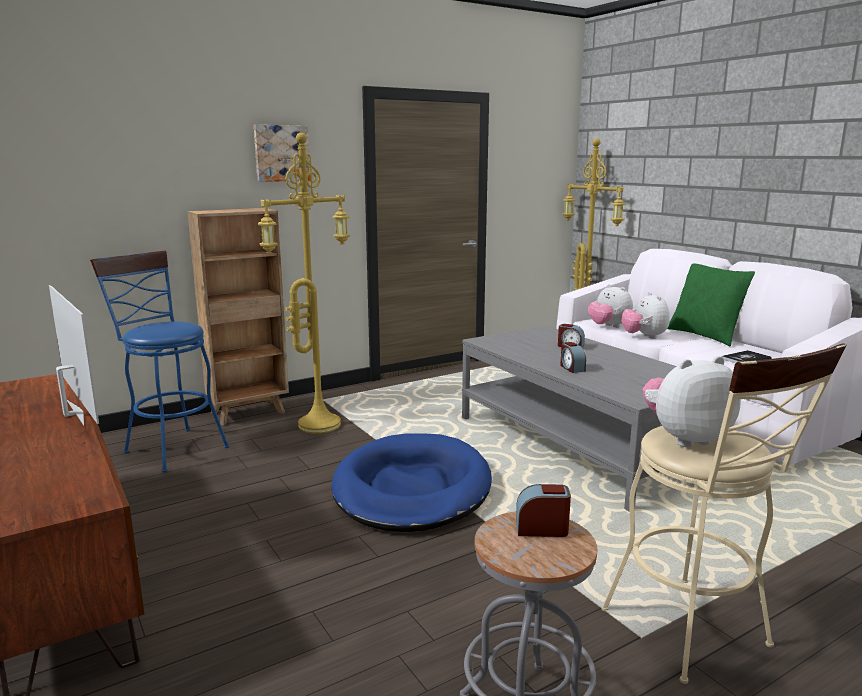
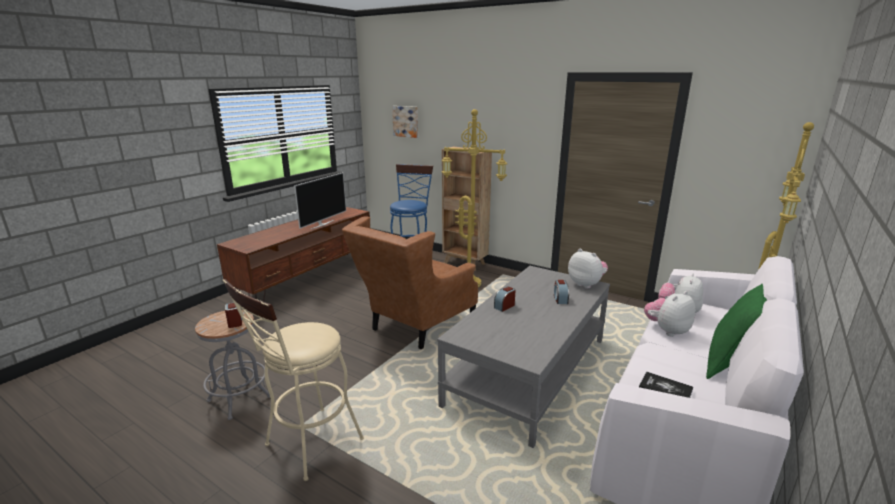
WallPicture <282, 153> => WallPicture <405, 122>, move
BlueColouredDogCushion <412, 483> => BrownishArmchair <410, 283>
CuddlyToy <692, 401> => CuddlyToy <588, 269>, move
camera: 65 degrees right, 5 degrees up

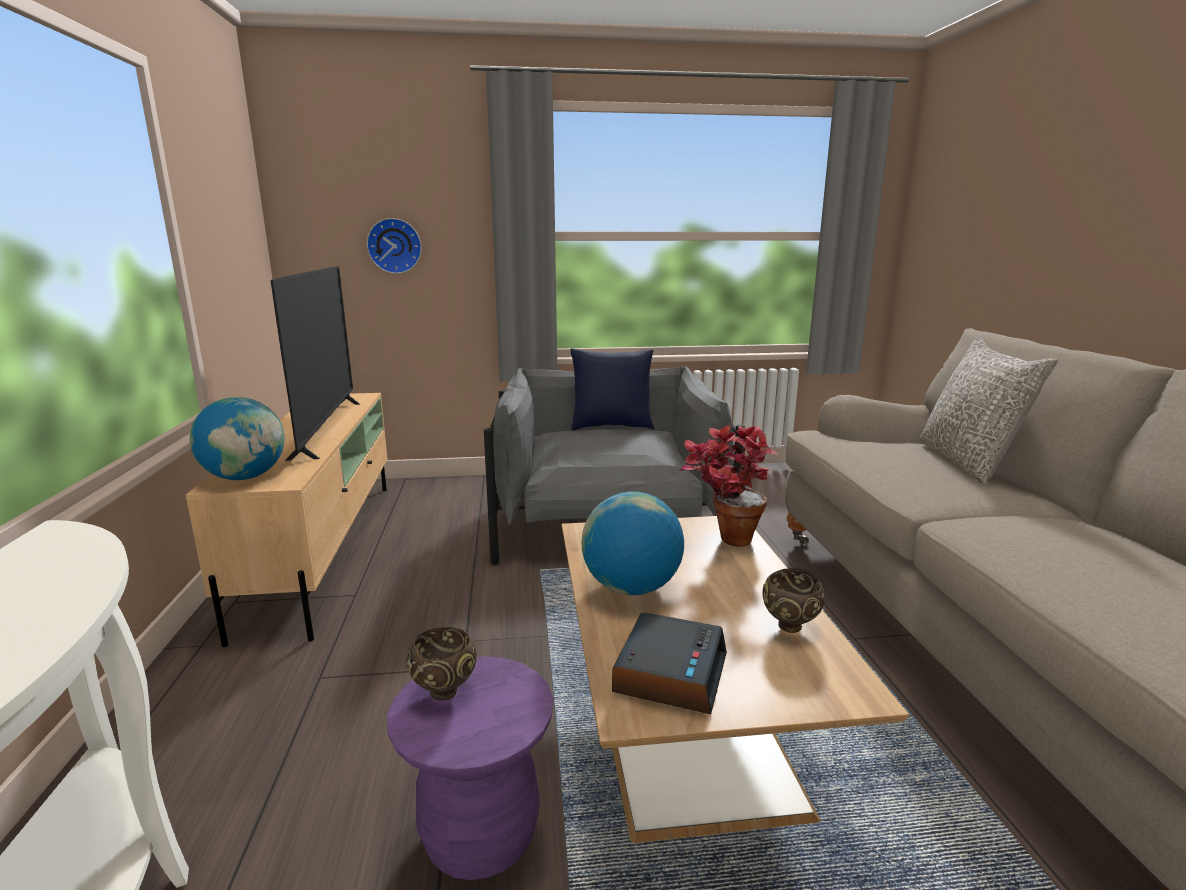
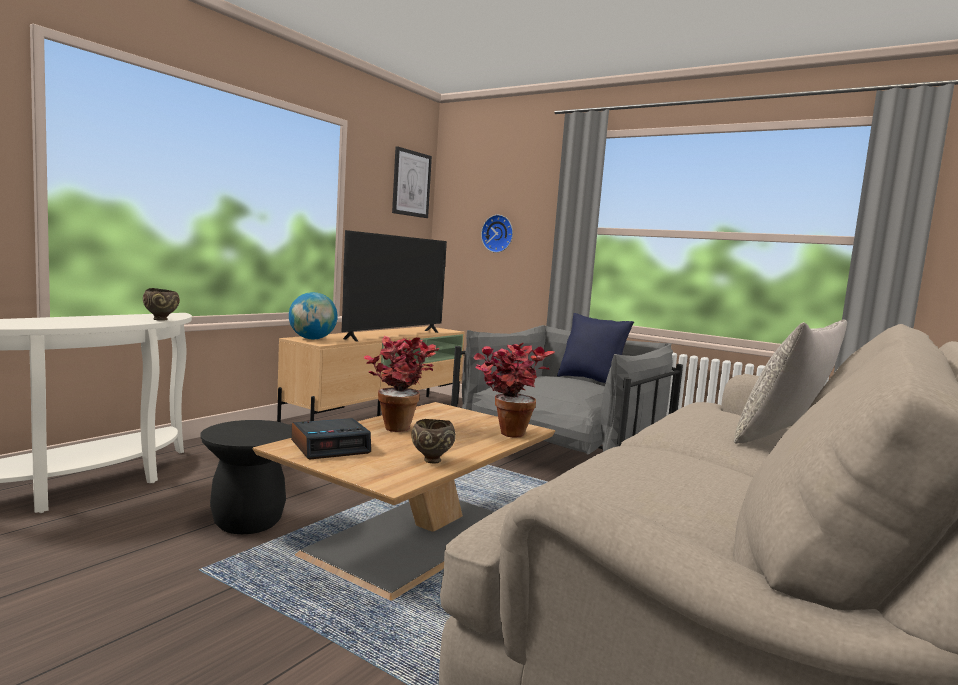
PurpleSittingStool <470, 768> => BlackishSittingStool <246, 477>
BrownishDeepDish <442, 664> => BrownishDeepDish <161, 304>, move
DeskGlobe <633, 543> => Houseplant <402, 384>
nothing => WallPicture <412, 182>
camera: 40 degrees right, 10 degrees down

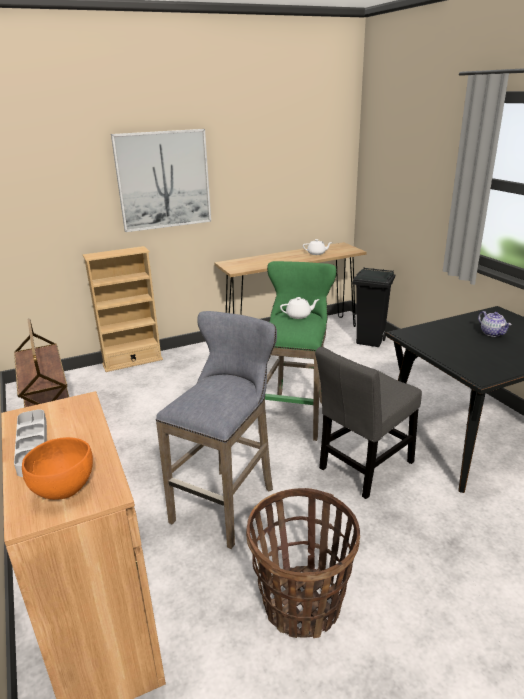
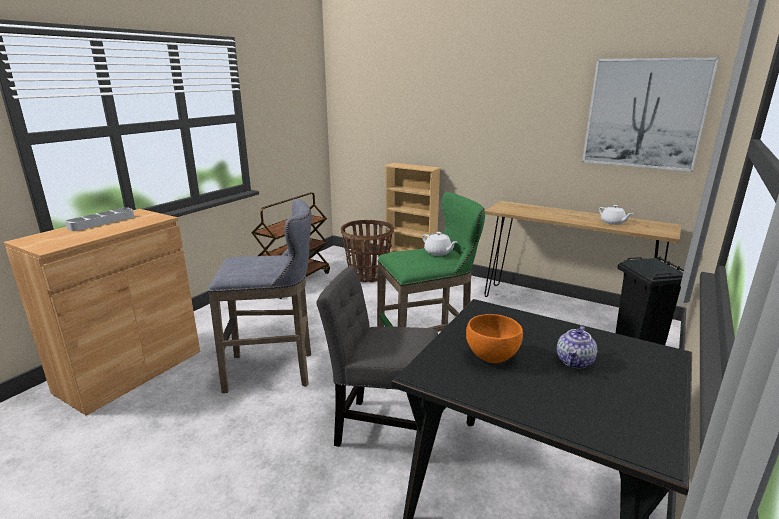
OrangeDeepDish <57, 468> => OrangeDeepDish <494, 338>, move
WallPicture <161, 180> => WallPicture <650, 114>, move
Basket <303, 563> => Basket <367, 251>, move
camera: 55 degrees right, 5 degrees down

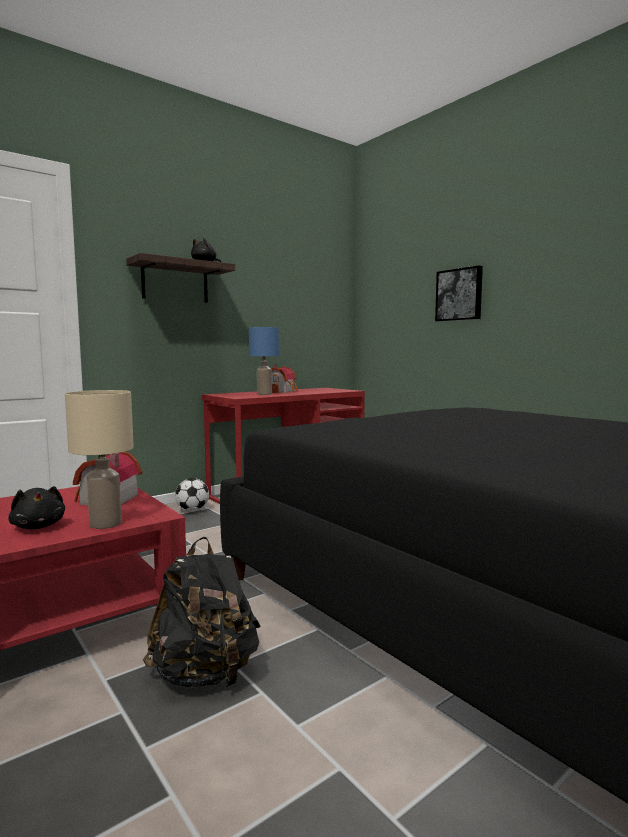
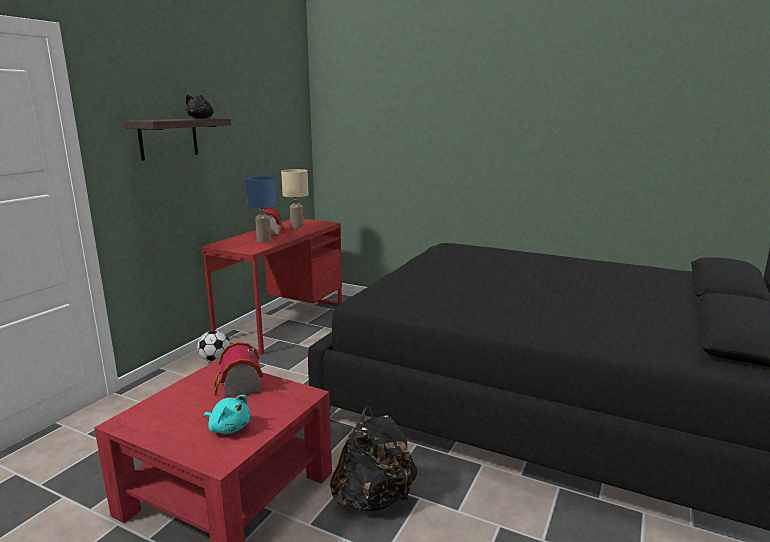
BlackishCuddlyToy <36, 507> => TurquoiseColouredCuddlyToy <227, 414>
BeigeColouredTabletopLamp <99, 459> => BeigeColouredTabletopLamp <295, 199>, move
WallPicture <459, 294> => nothing
camera: 25 degrees left, 10 degrees up

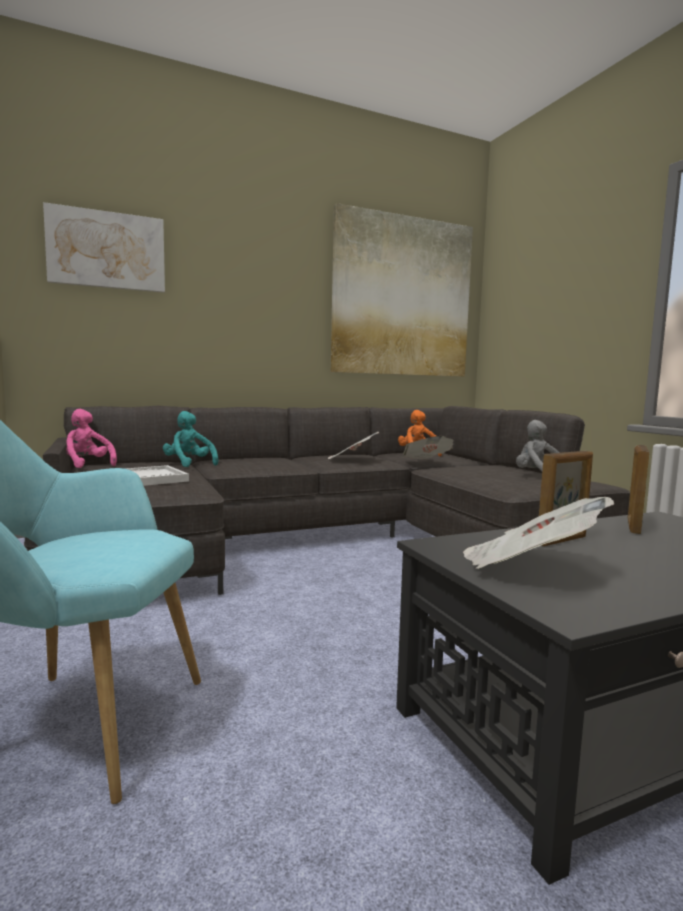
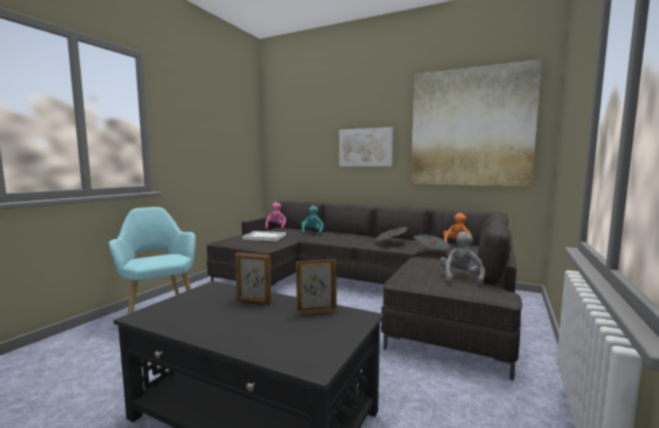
WallPicture <104, 247> => WallPicture <366, 146>, move
DailyPaper <538, 533> => nothing
camera: 50 degrees right, 0 degrees up

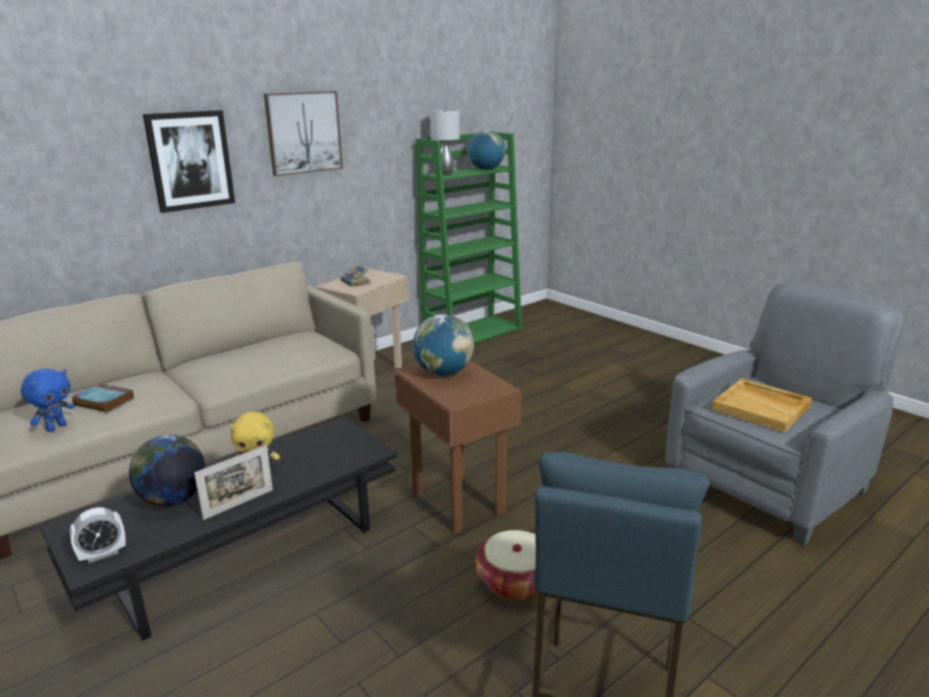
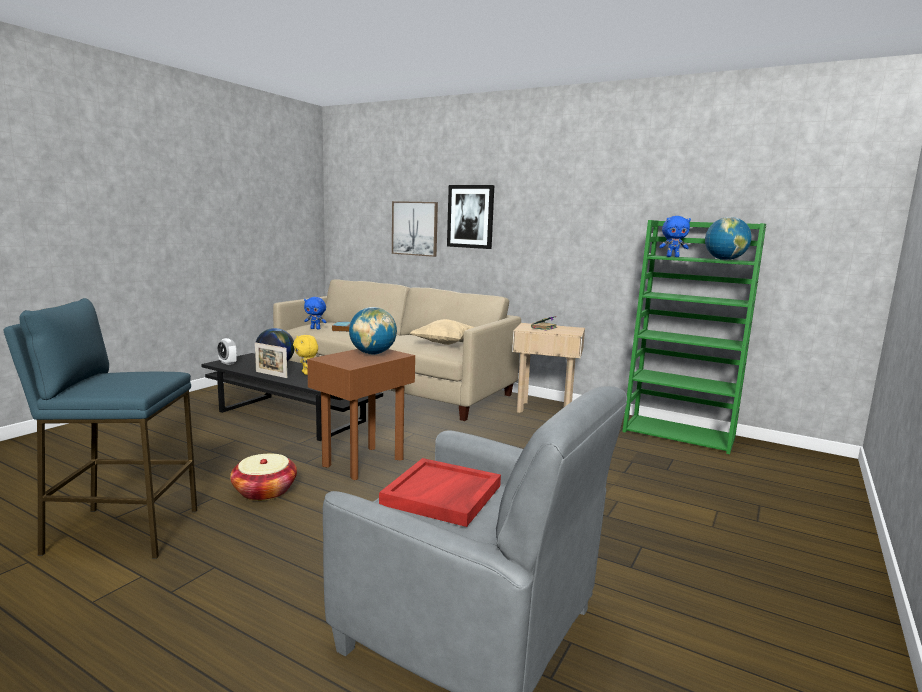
WallPicture <303, 133> => WallPicture <415, 229>, move
GrayTabletopLamp <445, 142> => BlueColouredCuddlyToy <675, 236>
BeigeColouredServingTray <762, 405> => RedColouredServingTray <440, 492>
nothing => BeigeColouredPillow <442, 332>
camera: 70 degrees right, 10 degrees down

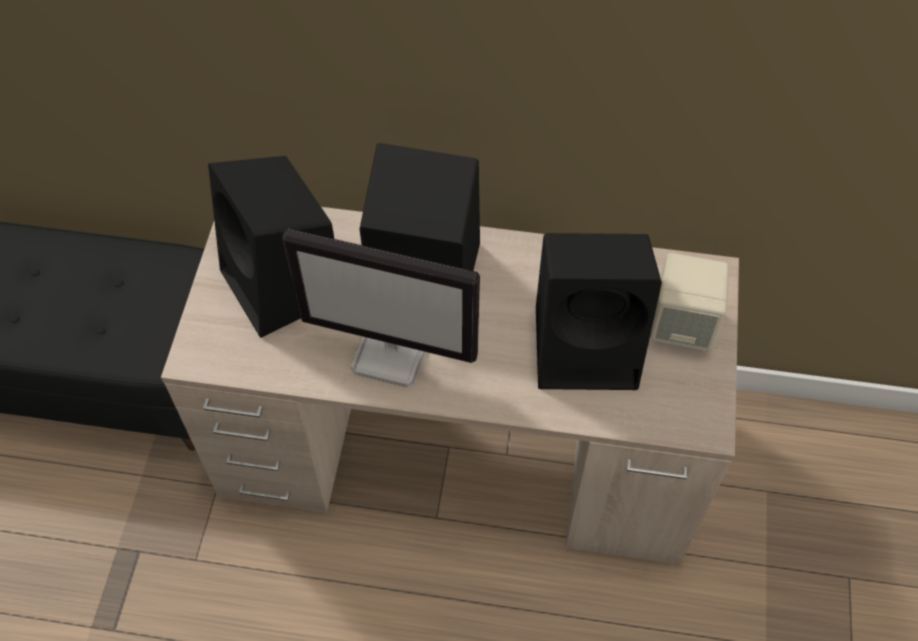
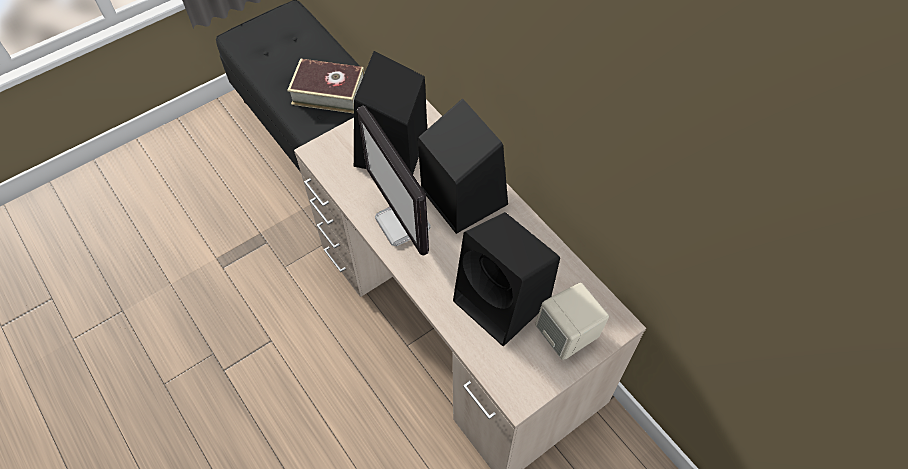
nothing => Volume <326, 86>
camera: 45 degrees right, 0 degrees up

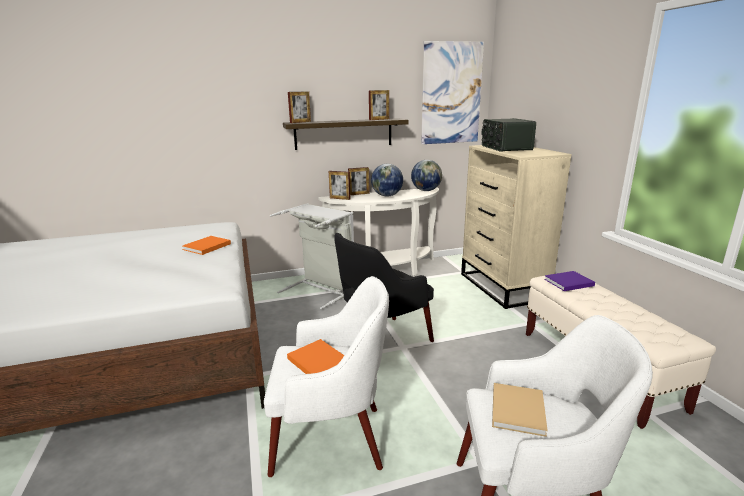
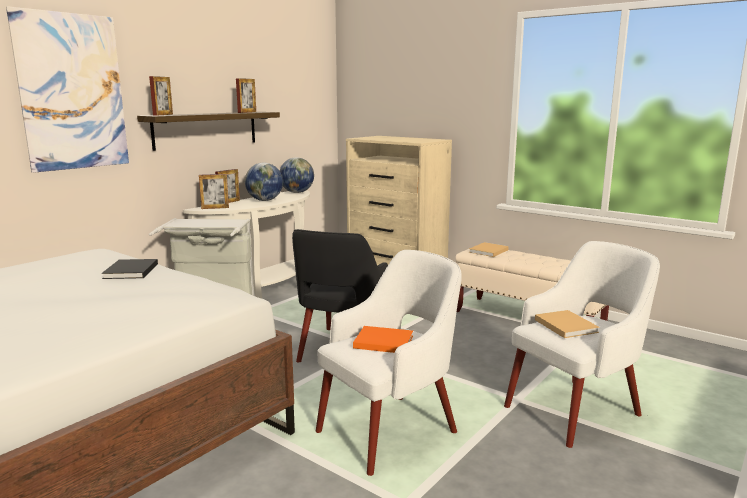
OrangeVolume <207, 245> => BlackishVolume <129, 269>
WallPicture <452, 92> => WallPicture <67, 89>, move
RadioSet <508, 134> => nothing
PurpleVolume <569, 281> => BeigeColouredVolume <489, 249>
camera: 35 degrees left, 5 degrees down

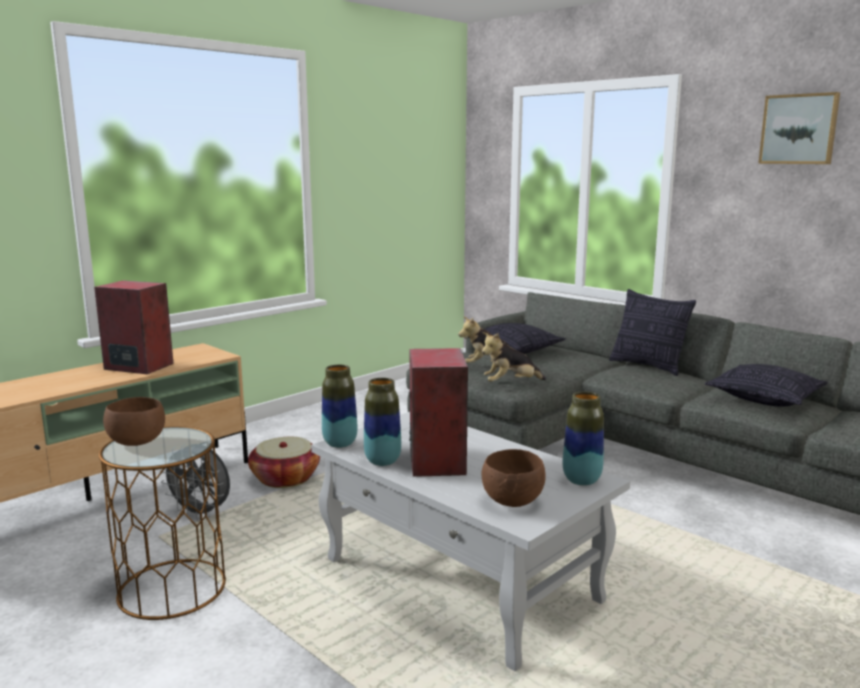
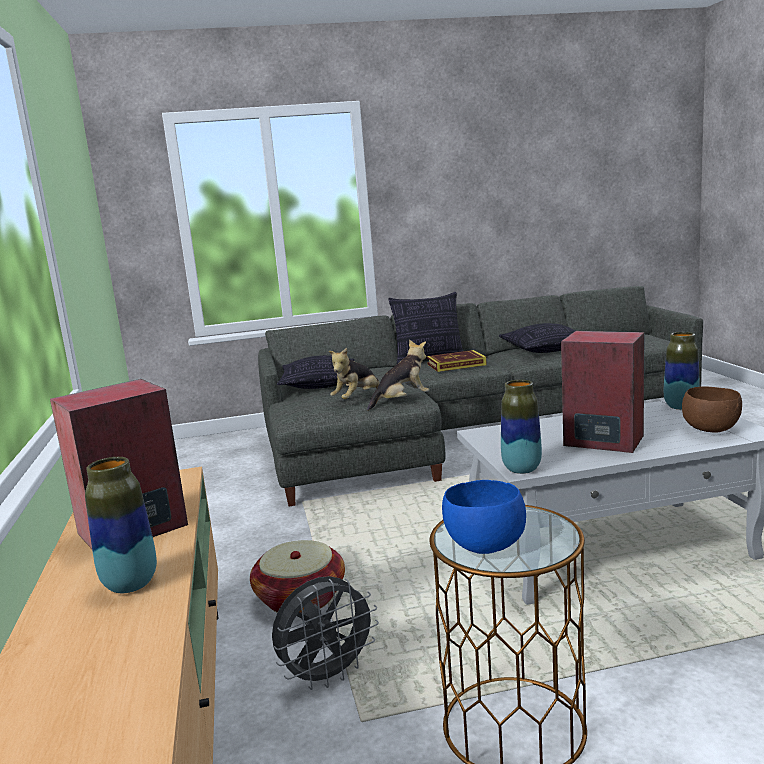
BrownishDeepDish <134, 421> => BlueColouredDeepDish <484, 517>
Vase <382, 422> => Vase <121, 525>, move
CuddlyToy <514, 357> => CuddlyToy <398, 375>, 135 degrees counterclockwise
WallPicture <799, 128> => nothing
nothing => Volume <457, 361>
camera: 55 degrees left, 0 degrees up

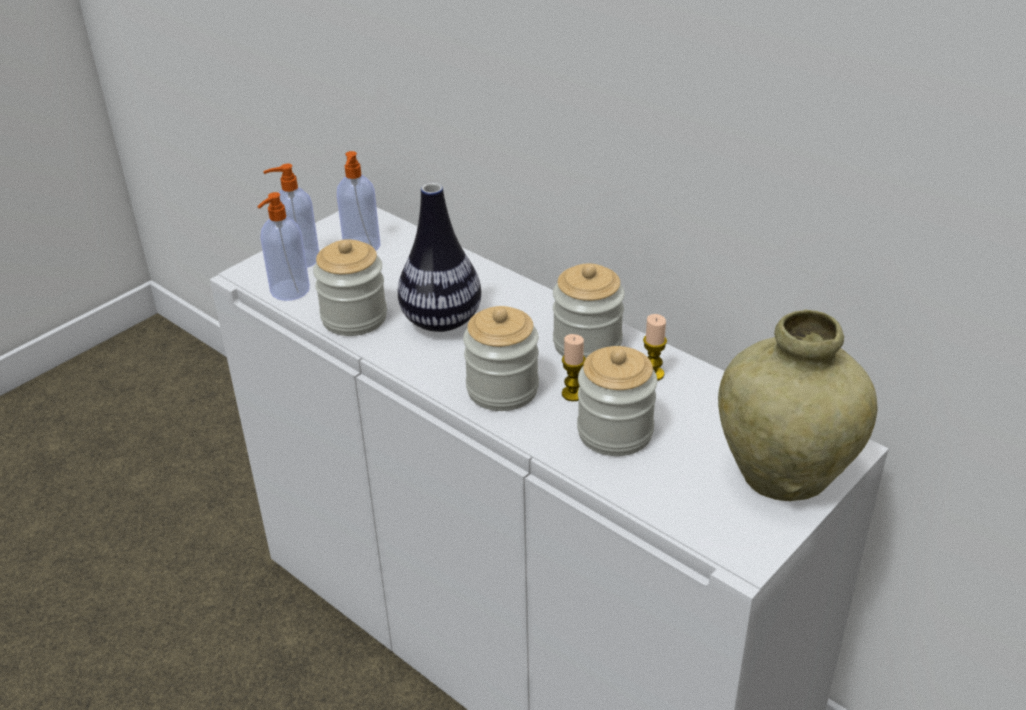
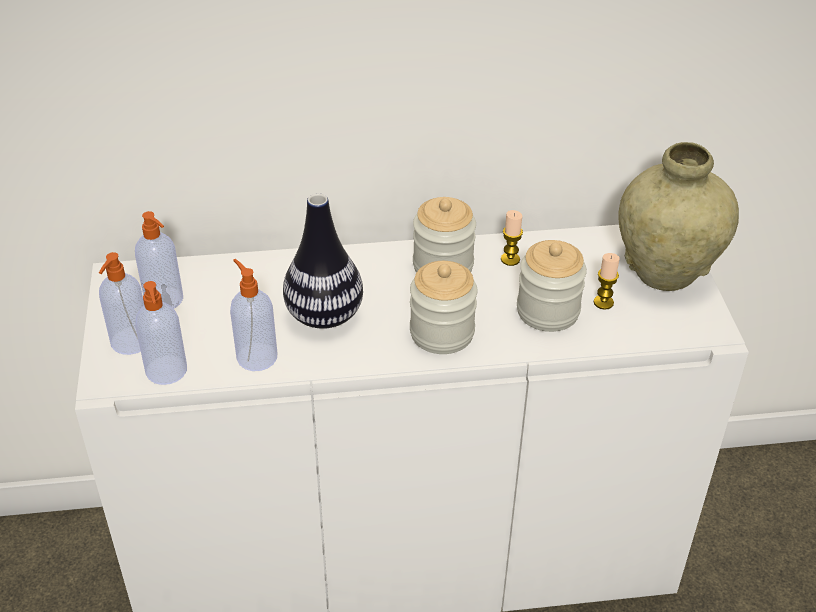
StorageJar <350, 287> => SoapDispenser <253, 315>
Candle <574, 367> => Candle <607, 281>, move
camera: 50 degrees left, 5 degrees up

